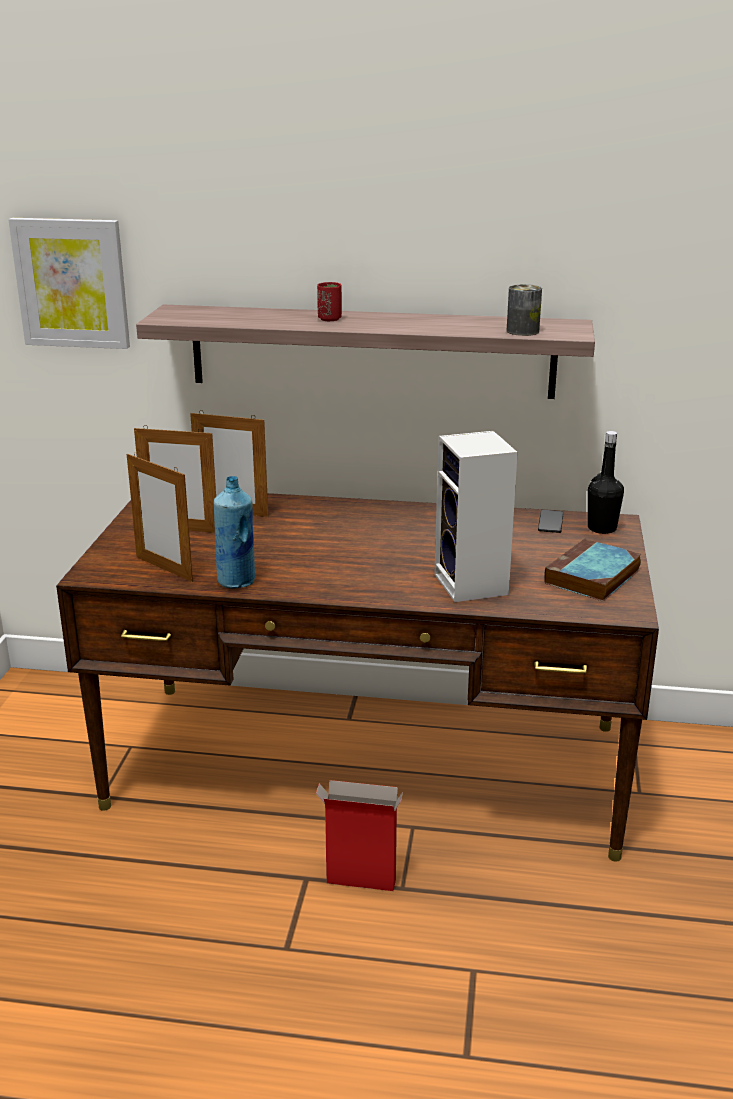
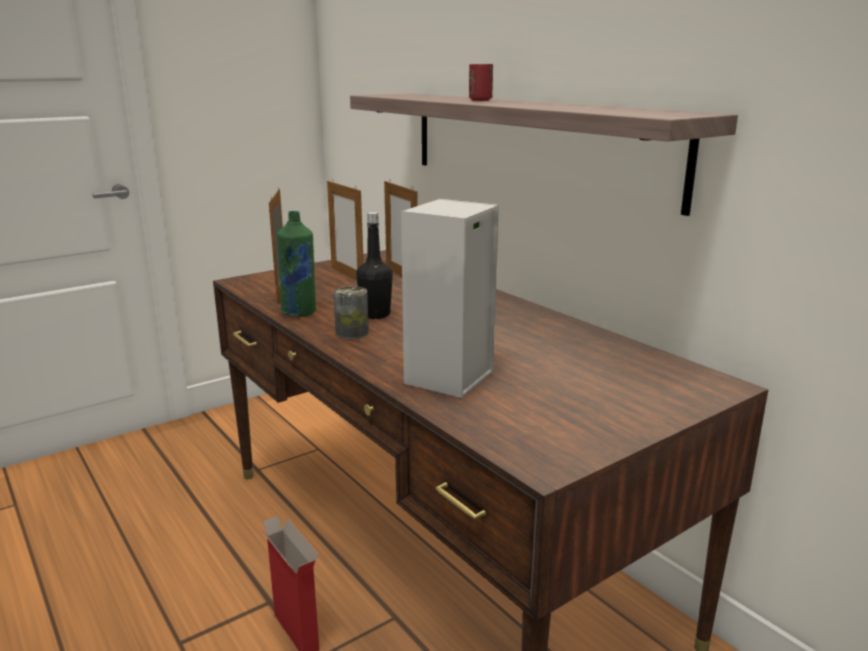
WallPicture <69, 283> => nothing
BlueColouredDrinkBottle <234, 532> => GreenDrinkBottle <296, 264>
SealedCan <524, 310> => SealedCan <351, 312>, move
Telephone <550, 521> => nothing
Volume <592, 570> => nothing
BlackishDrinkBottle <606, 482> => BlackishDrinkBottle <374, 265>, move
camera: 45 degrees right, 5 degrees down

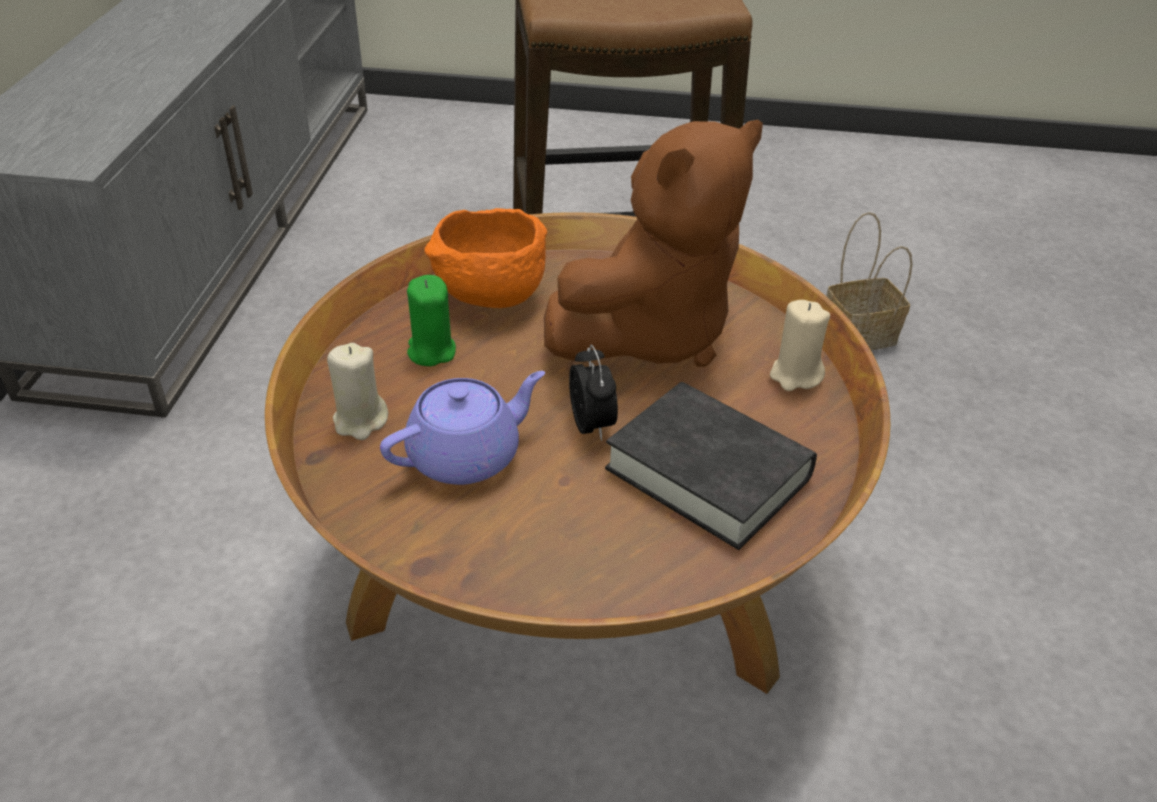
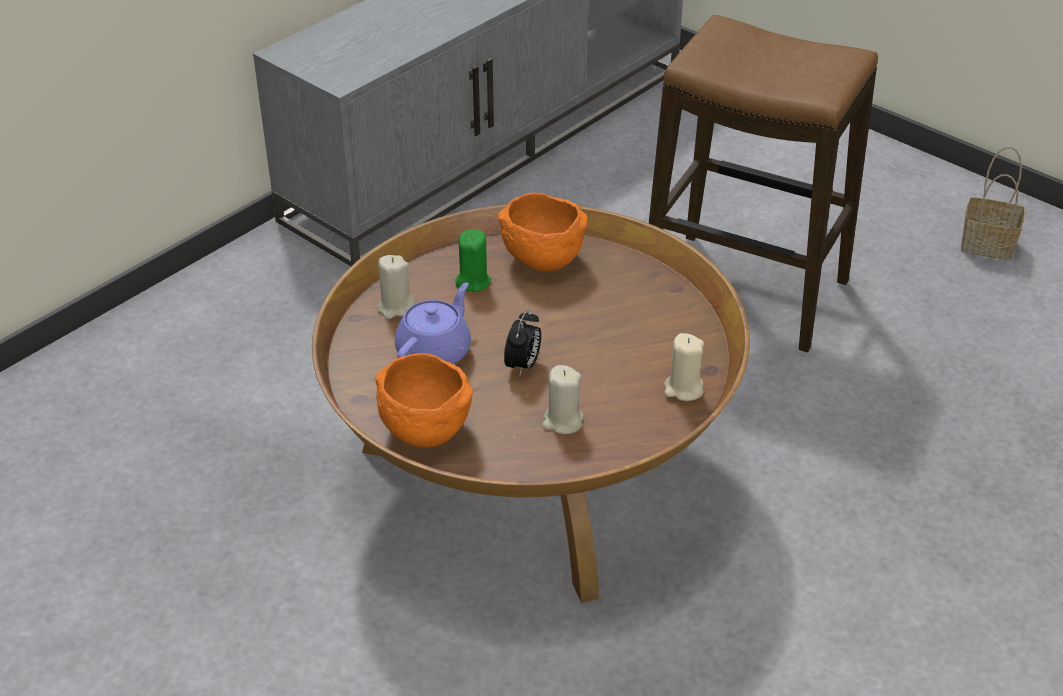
PurpleTeapot <462, 428> => PurpleTeapot <433, 323>, 60 degrees counterclockwise
BrownishCuddlyToy <653, 243> => nothing
BlackishVolume <711, 466> => BeigeColouredCandle <563, 399>
Basket <870, 281> => Basket <993, 203>, move
nothing => OrangeDeepDish <424, 400>
camera: 35 degrees right, 0 degrees up

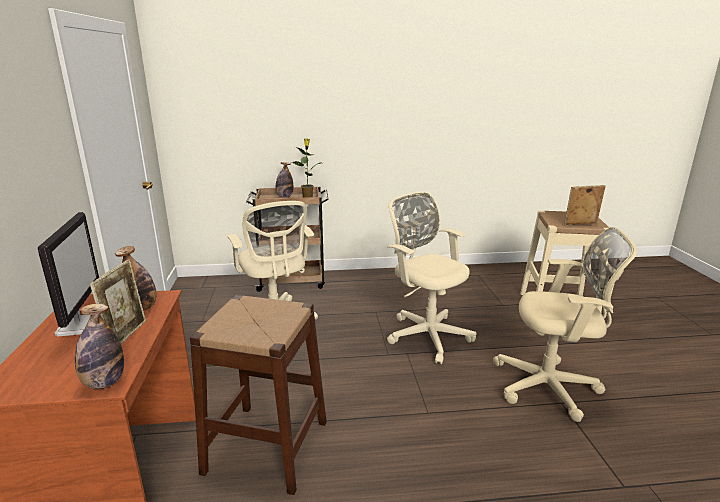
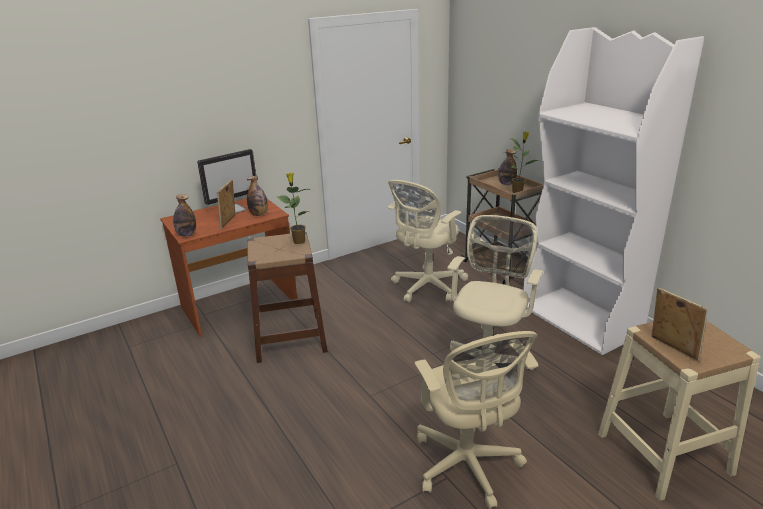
StandingFrame <118, 301> => StandingFrame <226, 204>, 120 degrees clockwise
nothing => Houseplant <295, 208>
nothing => WhitishBookcase <613, 191>
camera: 65 degrees right, 5 degrees up

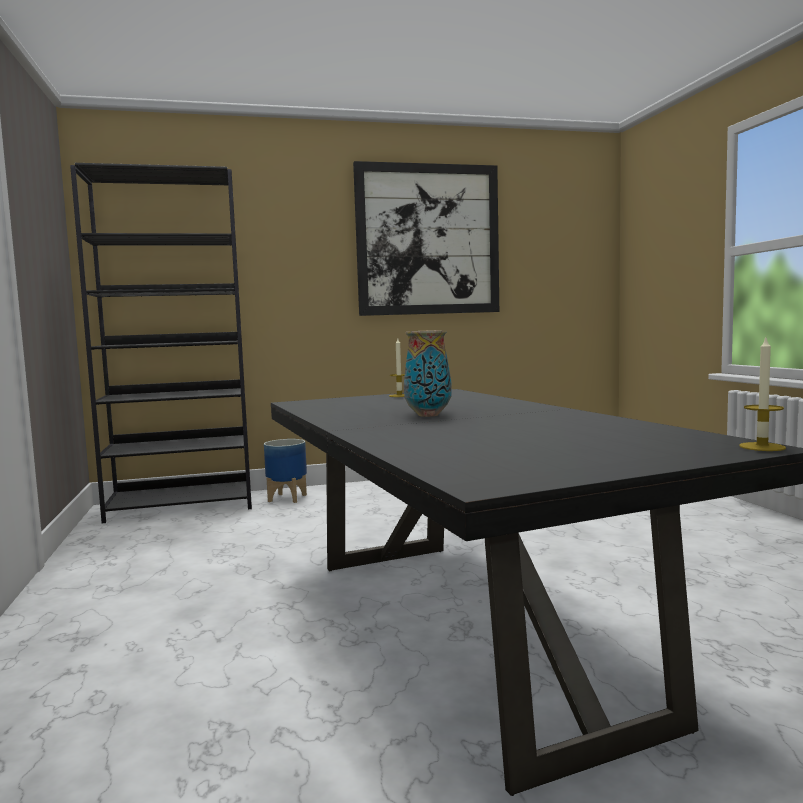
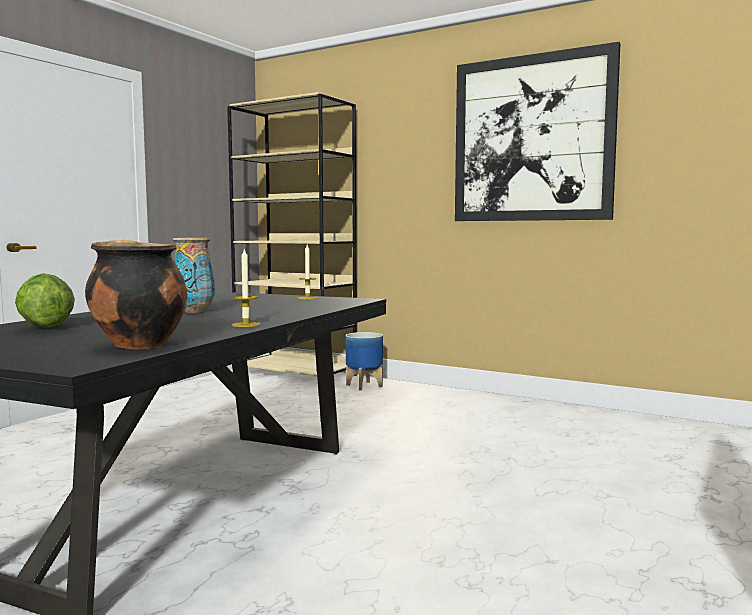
BlackishBookcase <161, 343> => BeigeColouredBookcase <292, 234>
Candle <762, 394> => Candle <246, 287>, move
nothing => Lettuce <45, 300>
nothing => Saucepot <136, 294>
camera: 45 degrees right, 0 degrees up

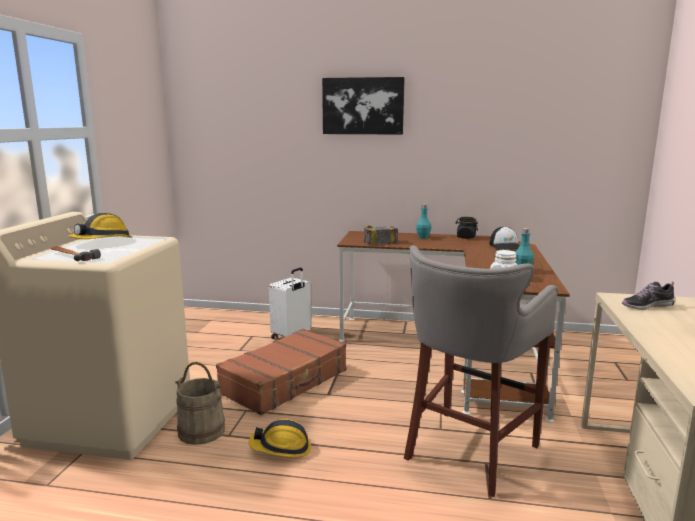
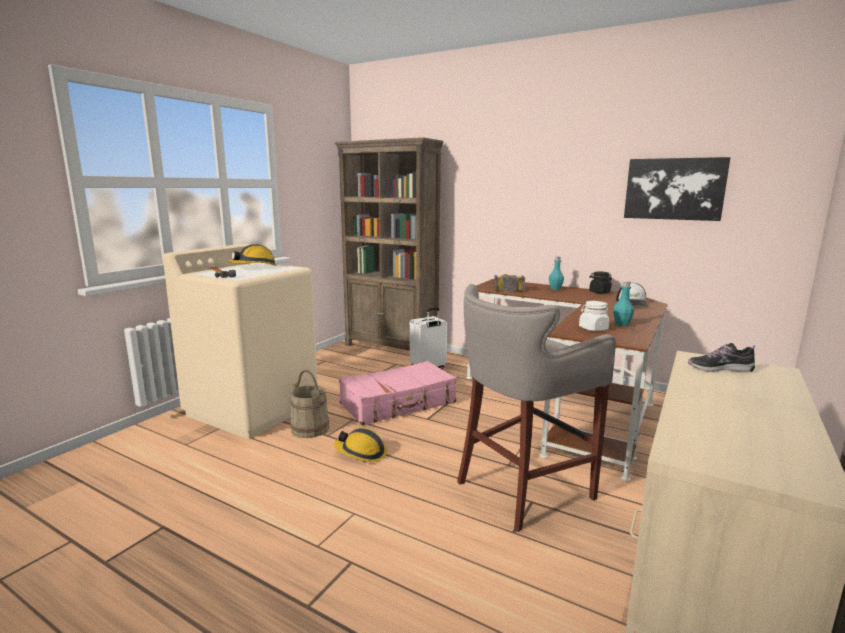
BrownishPieceOfLuggage <281, 372> => PinkPieceOfLuggage <398, 393>
WallPicture <363, 105> => WallPicture <677, 189>, move
nothing => BrownishBookcase <389, 244>
camera: 20 degrees right, 0 degrees up

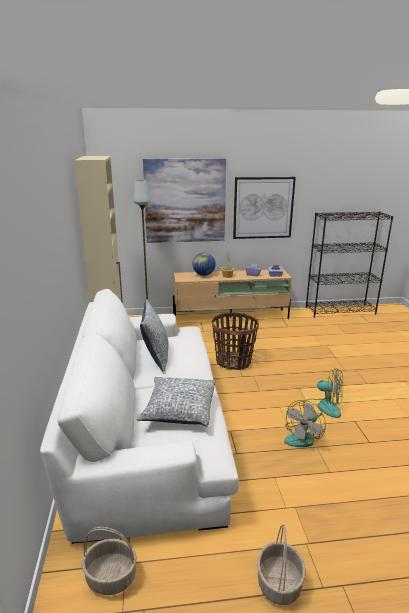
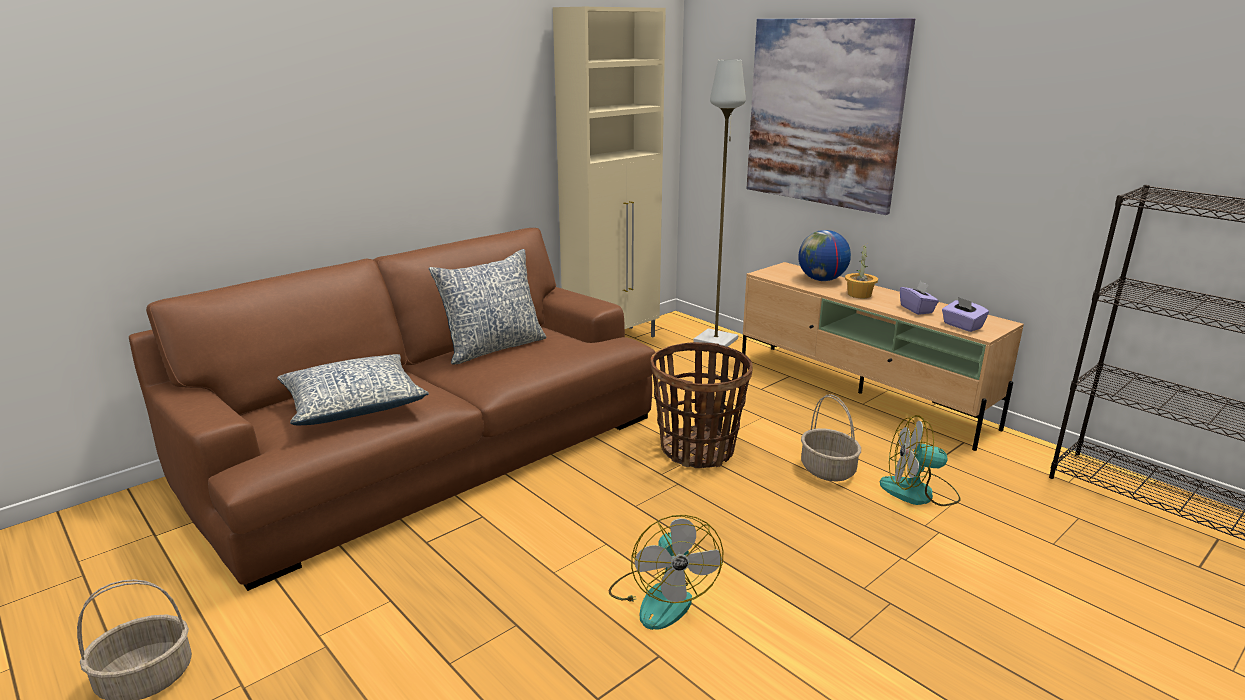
WhitishSofa <139, 416> => BrownishSofa <392, 409>
Basket <109, 561> => Basket <831, 438>, move
WallPicture <264, 208> => nothing
CoolingFan <305, 423> => CoolingFan <920, 460>, move
camera: 55 degrees right, 0 degrees up

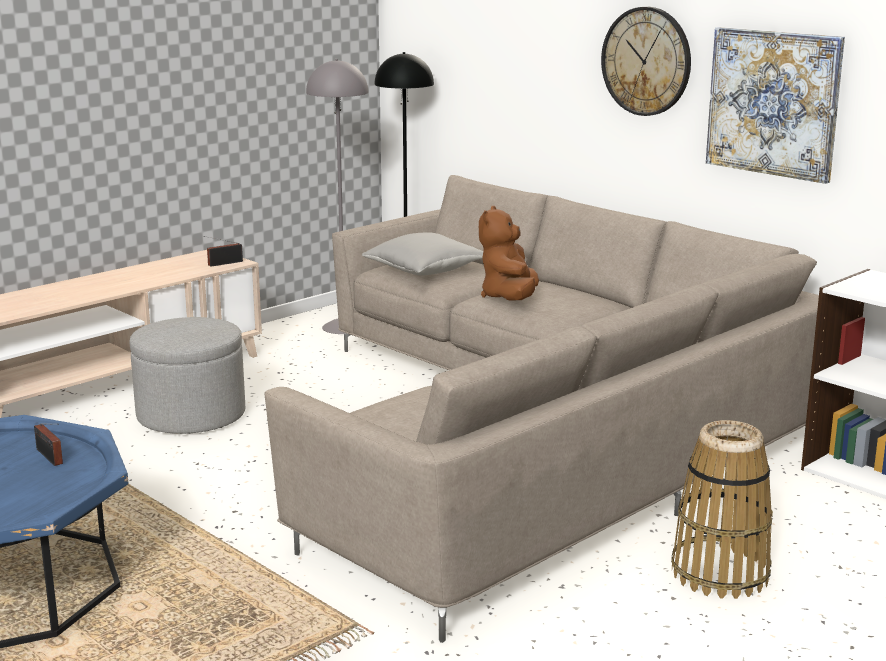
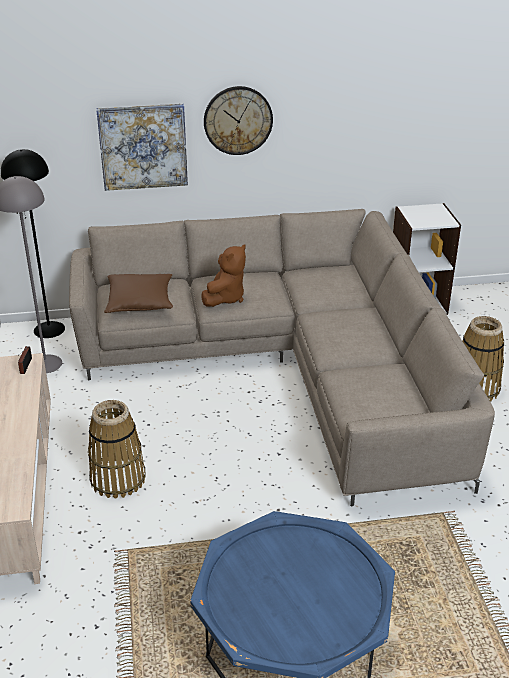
RadioSet <48, 444> => nothing
GrayFootrest <187, 375> => Basket <117, 449>
GrayPillow <422, 254> => BrownishPillow <138, 293>
BrownishCuddlyToy <509, 253> => BrownishCuddlyToy <223, 275>, 105 degrees counterclockwise
WallPicture <775, 105> => WallPicture <142, 147>, move
camera: 55 degrees left, 15 degrees up

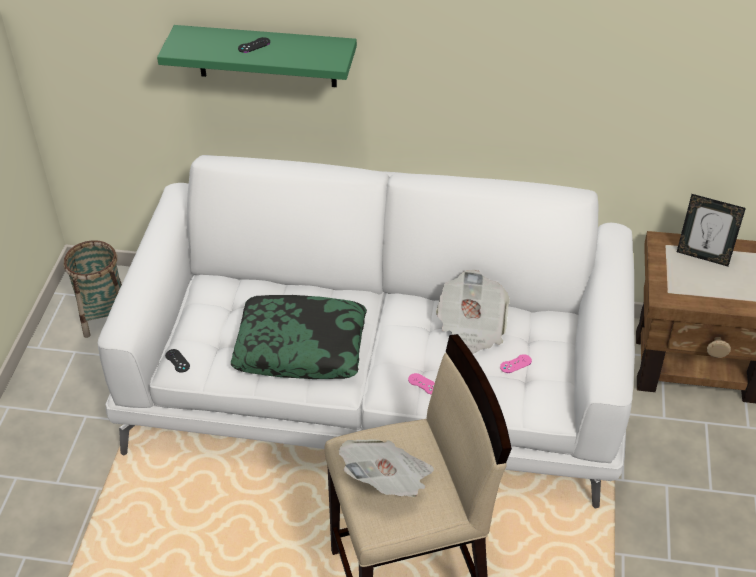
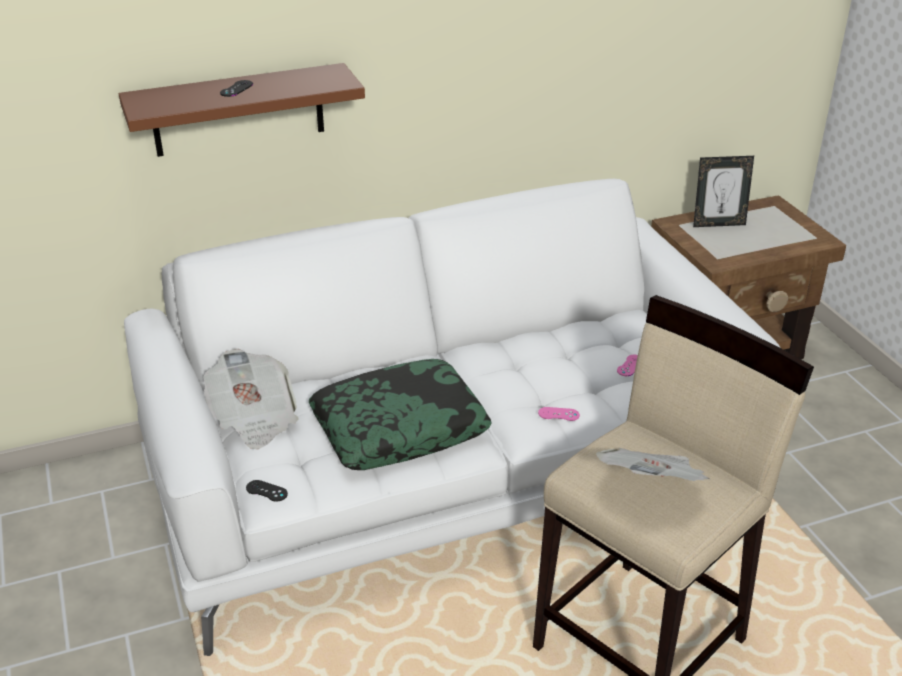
Basket <93, 289> => nothing
GreenWallShelf <257, 56> => BrownishWallShelf <242, 110>
DailyPaper <473, 312> => DailyPaper <250, 399>, move
camera: 30 degrees left, 10 degrees down

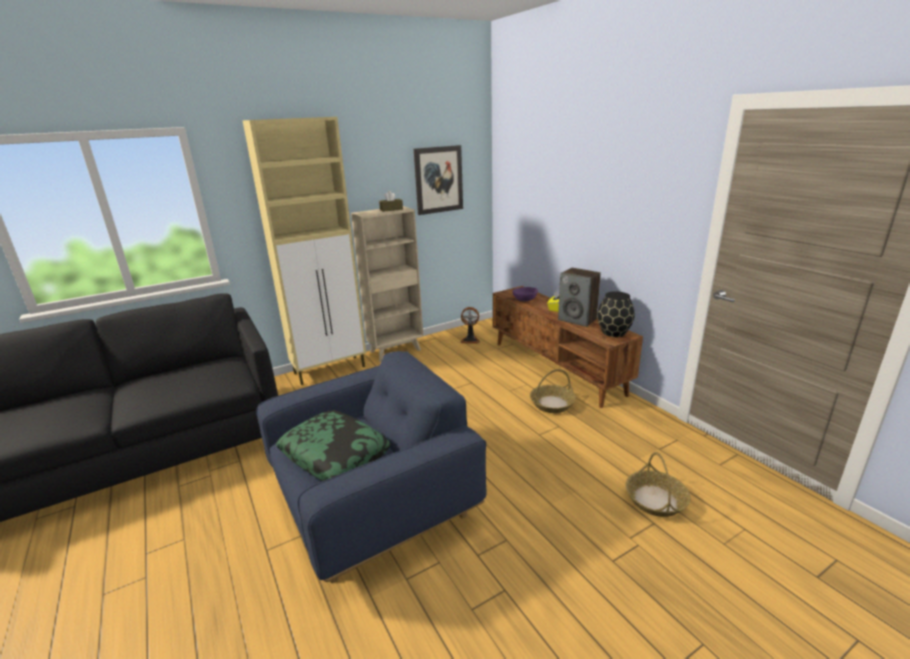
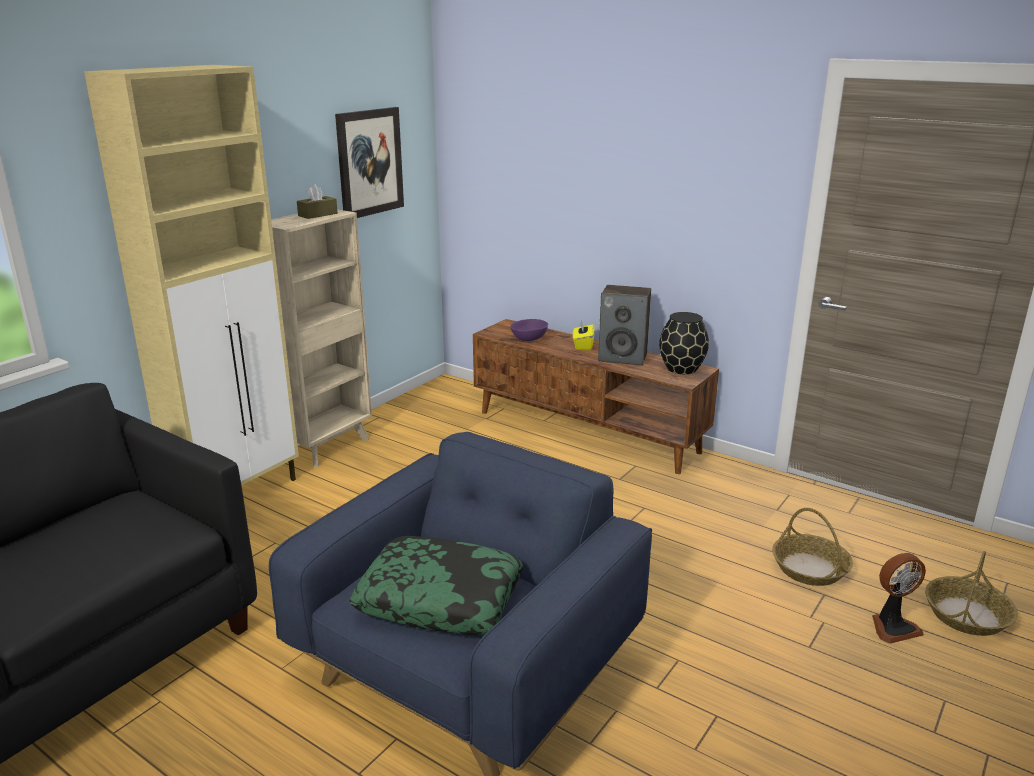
CoolingFan <470, 325> => CoolingFan <899, 598>, move
Basket <553, 391> => Basket <971, 593>, move
camera: 25 degrees left, 0 degrees up

